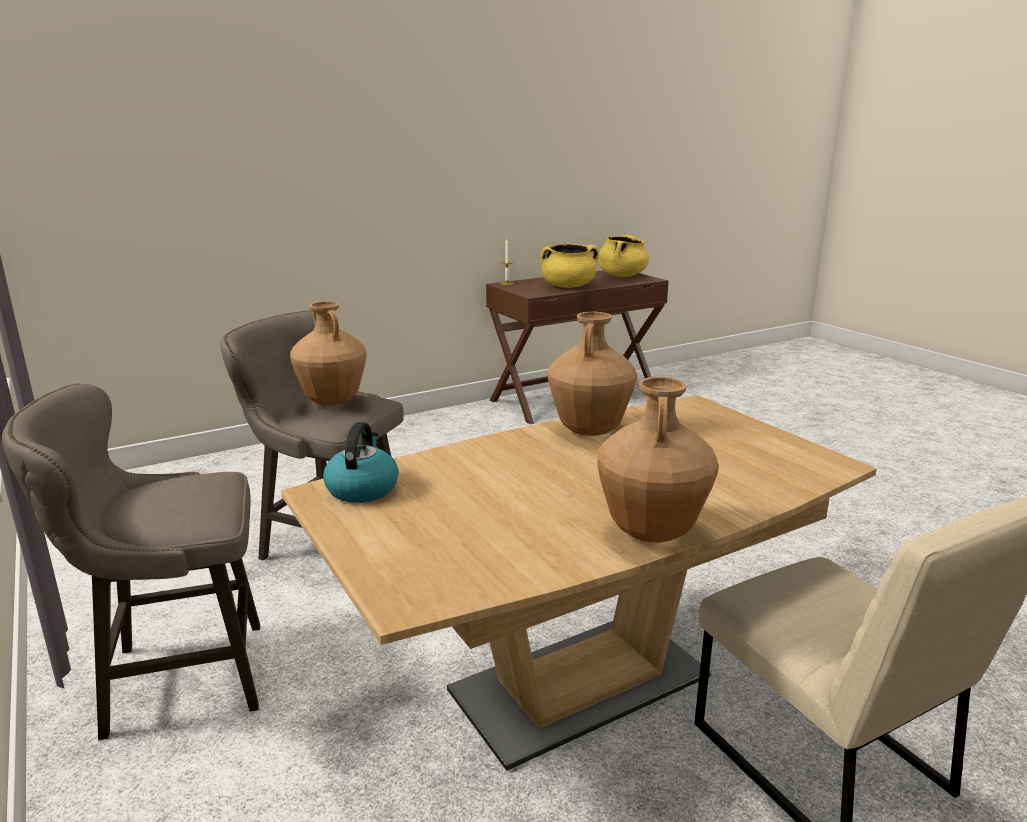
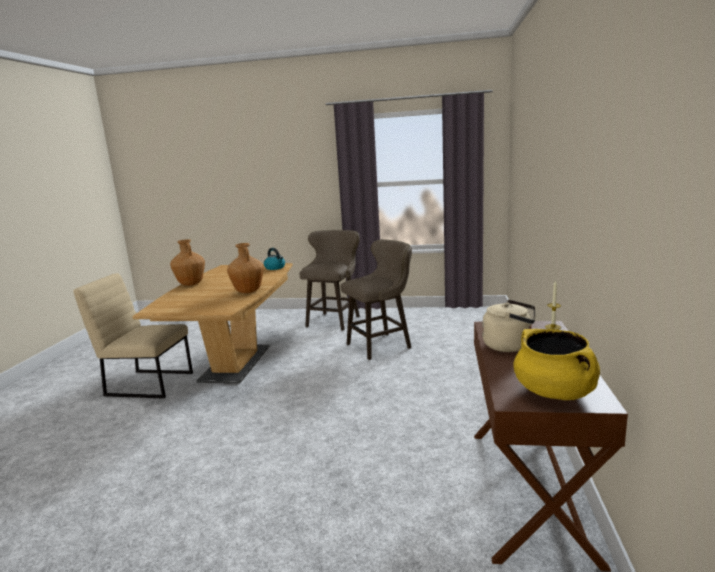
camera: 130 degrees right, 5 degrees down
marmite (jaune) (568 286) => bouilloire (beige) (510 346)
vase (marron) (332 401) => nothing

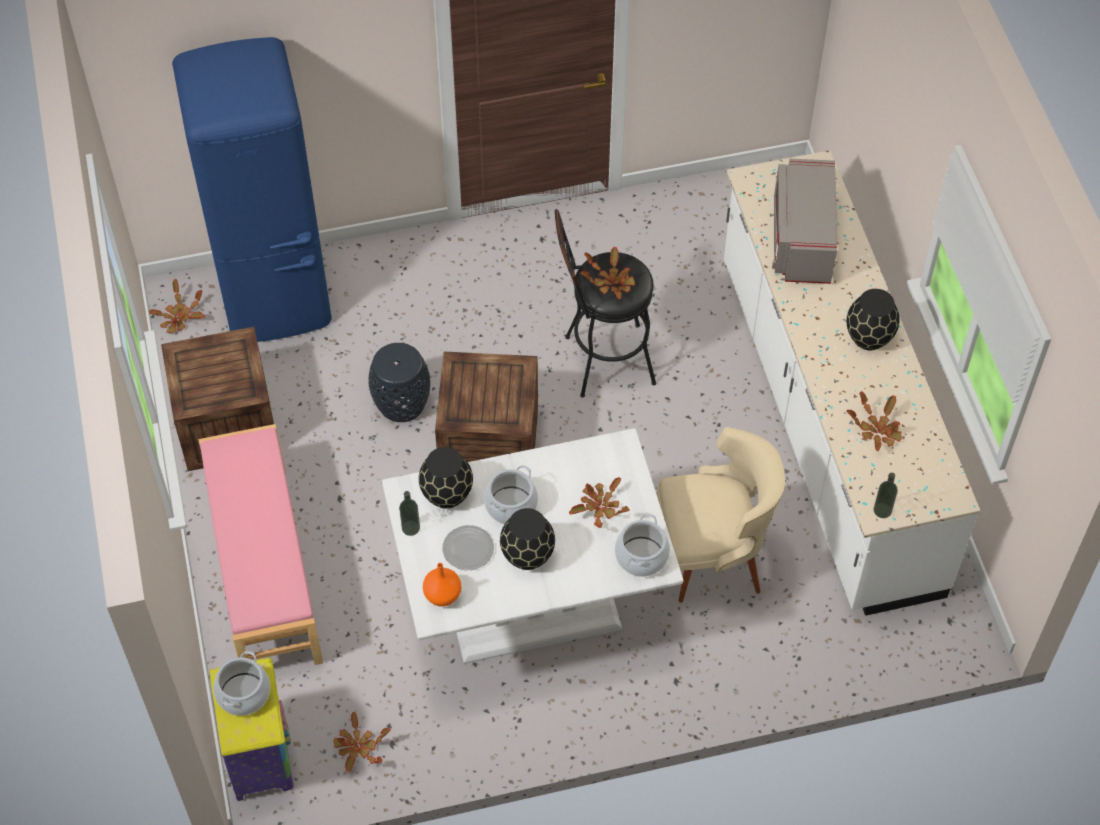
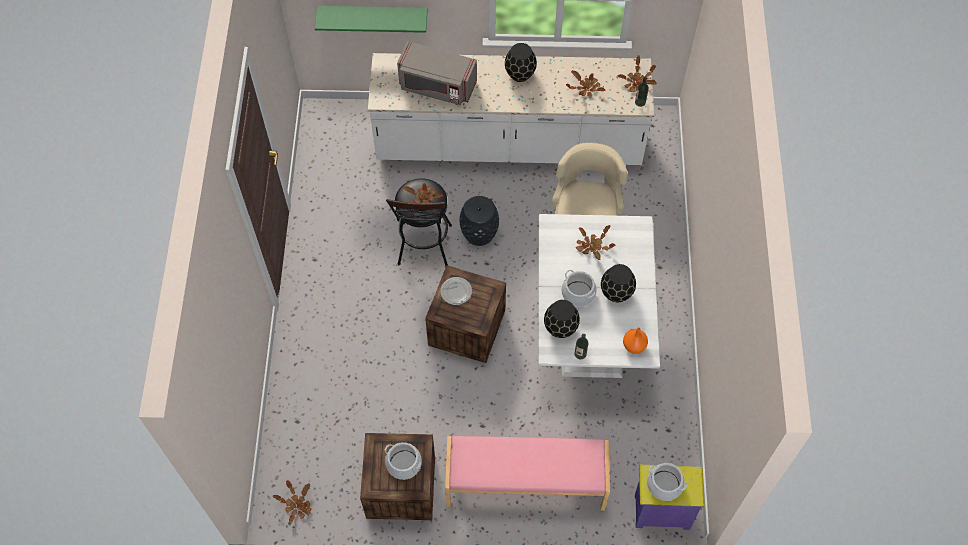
camera: 75 degrees left, 5 degrees up
nothing => étagère (vert) (373 16)
marmite (642 556) => marmite (404 464), move
assiette (468 549) => assiette (456 292), move
tabouret (noir) (401 403) => tabouret (noir) (479 233), move
plante en pot (358 747) => plante en pot (636 82), move
réfrigérateur (bleu) (277 300) => nothing

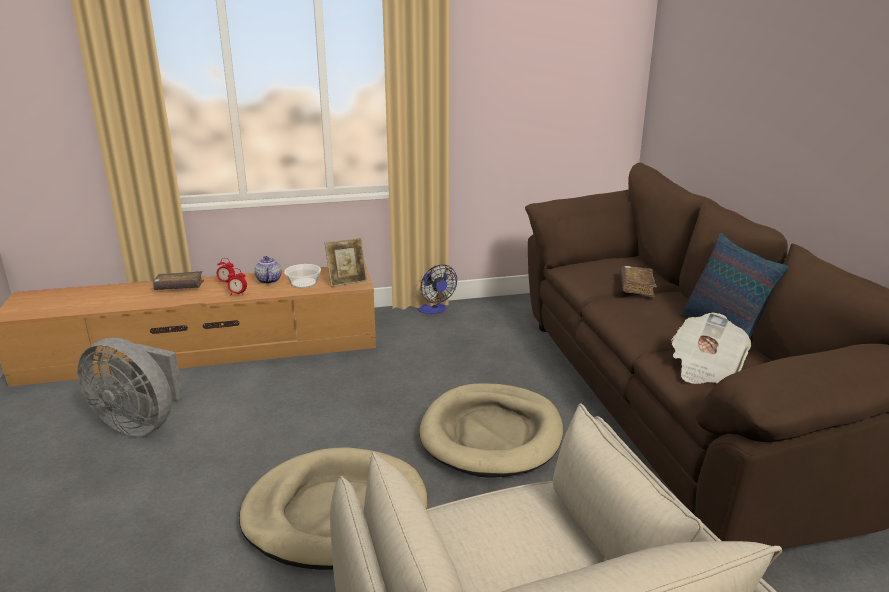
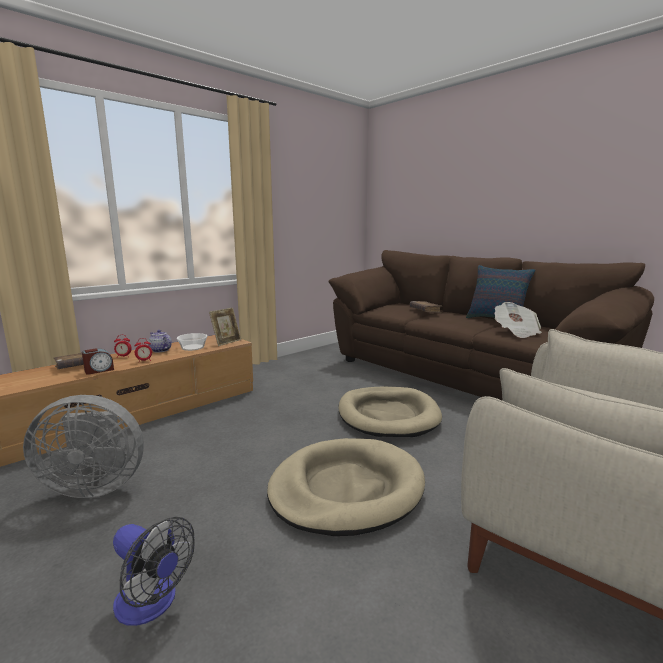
camera: 30 degrees left, 10 degrees down
nothing => réveil (99 370)
ventilateur (434 310) => ventilateur (152 604), move

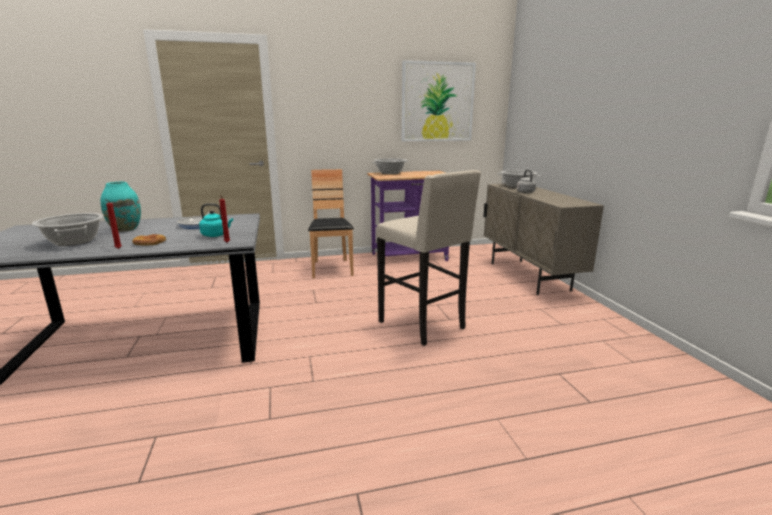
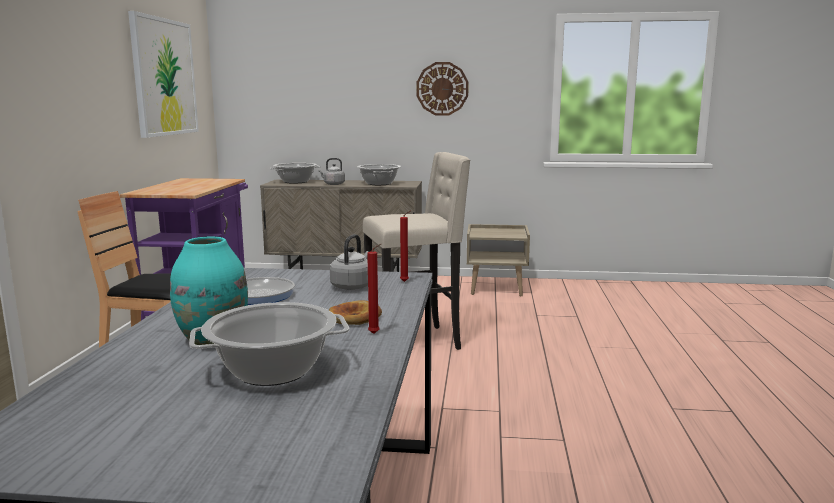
camera: 70 degrees left, 5 degrees down
bouilloire (turquoise) (216 235) => bouilloire (gris) (353 286)
marmite (390 173) => marmite (379 183), move
nothing => horloge murale (442 89)
nothing => table de chevet (beige) (497 289)

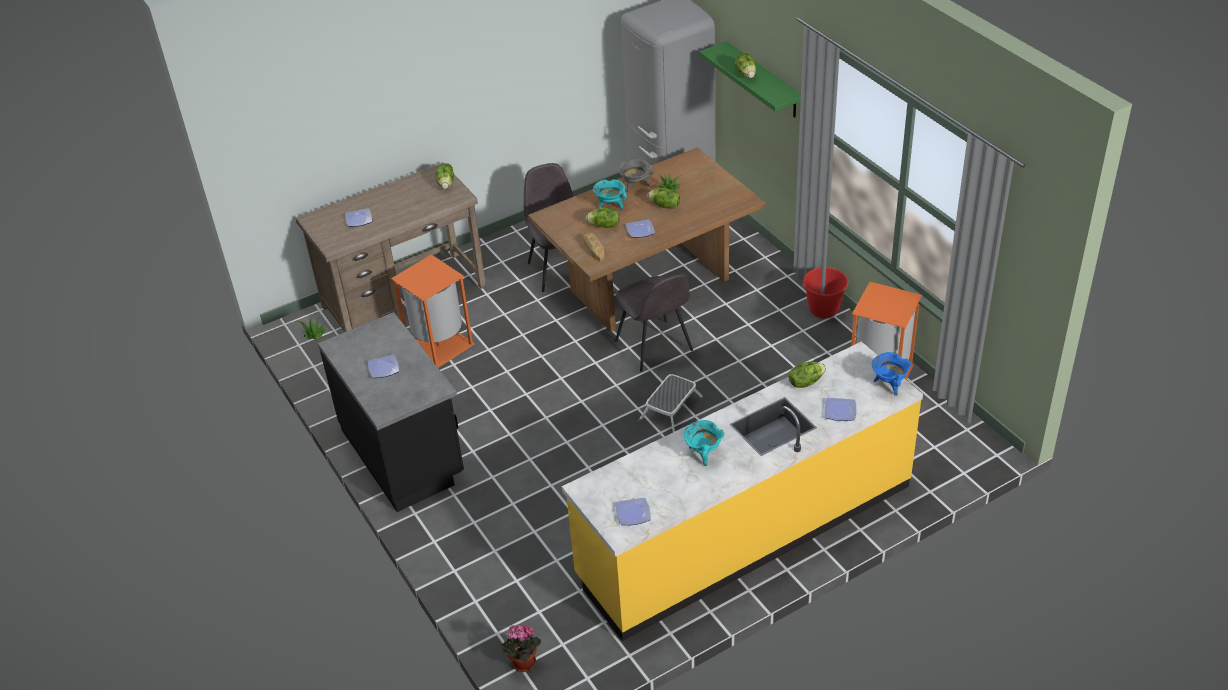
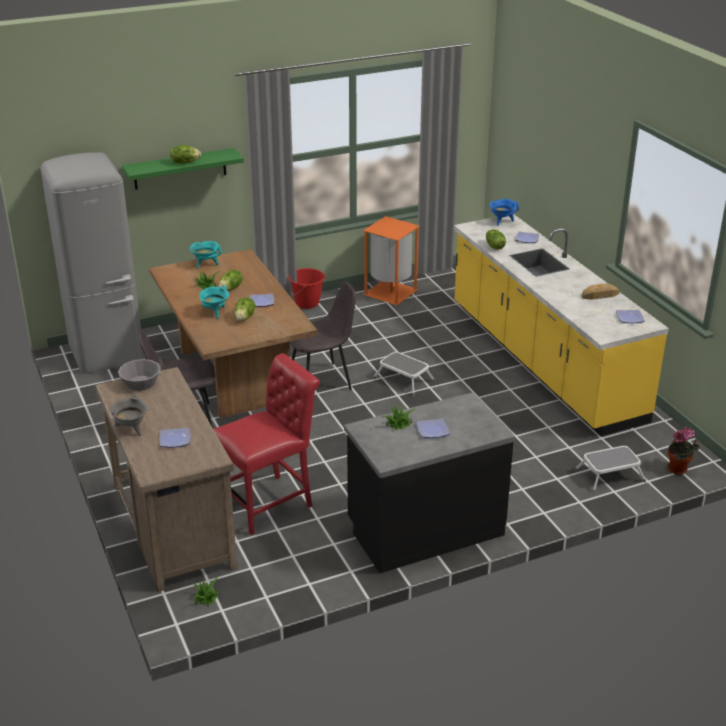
camera: 85 degrees left, 10 degrees down
marmite (gris) (635 185) => marmite (gris) (131 429), move
laitue (446 183) => bol (gris) (140 383)
marmite (turquoise) (703 453) => marmite (turquoise) (206 264), move
poubelle (orange) (439 346) => chaise (rouge) (270 502)
nothing => plante en pot (398 423)
nothing => escabeau (gris) (609 475)
pain (594 249) => pain (600 295), move

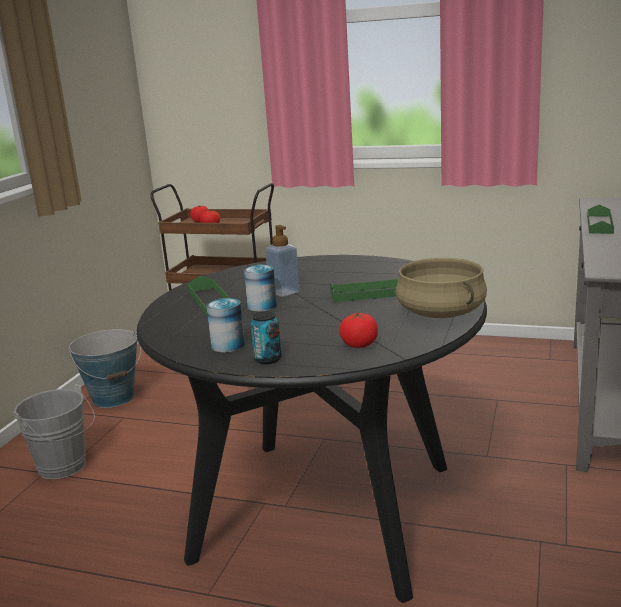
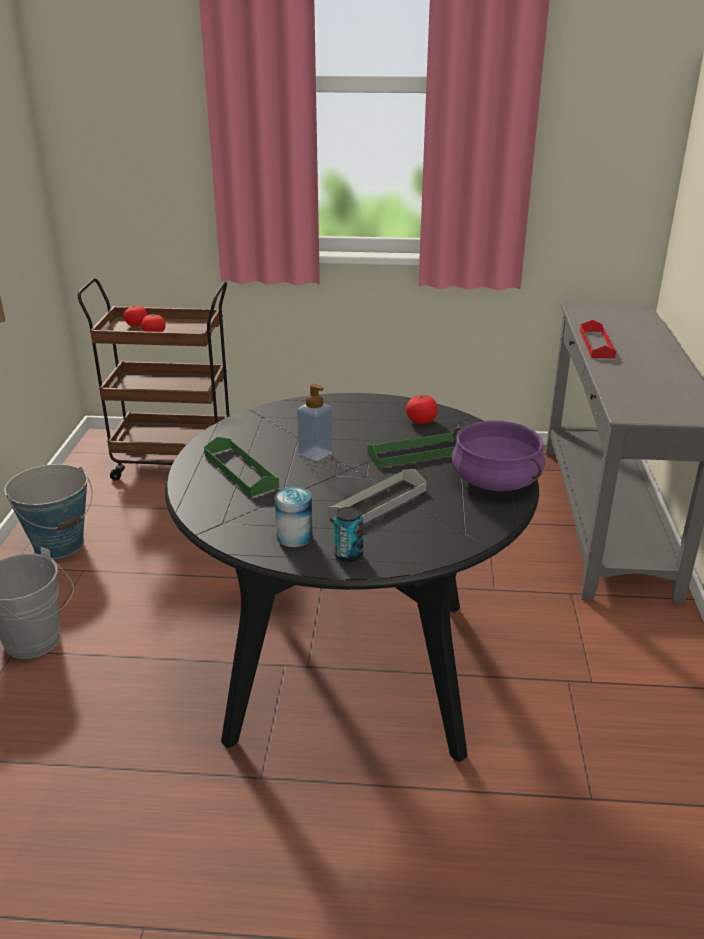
camera: 15 degrees left, 10 degrees up
nothing => plateau (gris) (378 503)
tomate (359 344) => tomate (421 420), move
marmite (beige) (440 313) => marmite (violet) (495 481)
plateau (vert) (599 224) => plateau (rouge) (596 344)
boîte métallique (262 306) => nothing

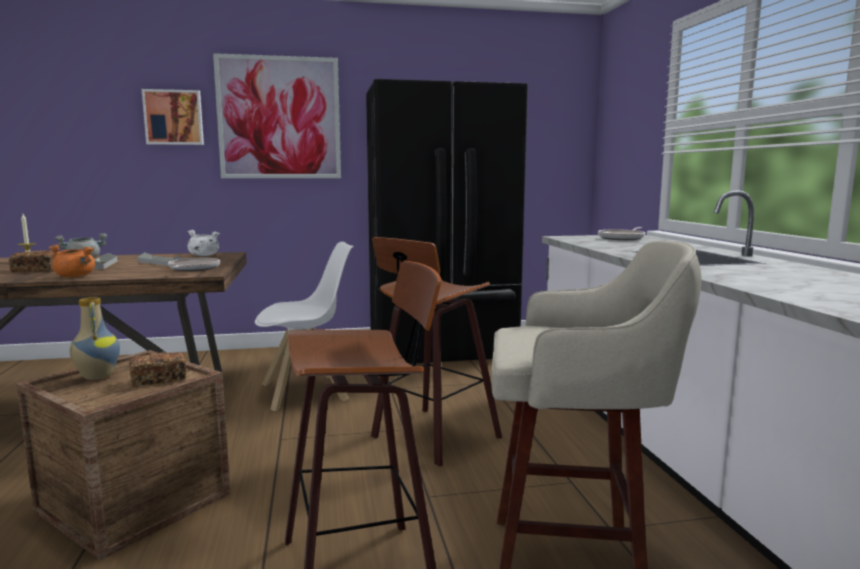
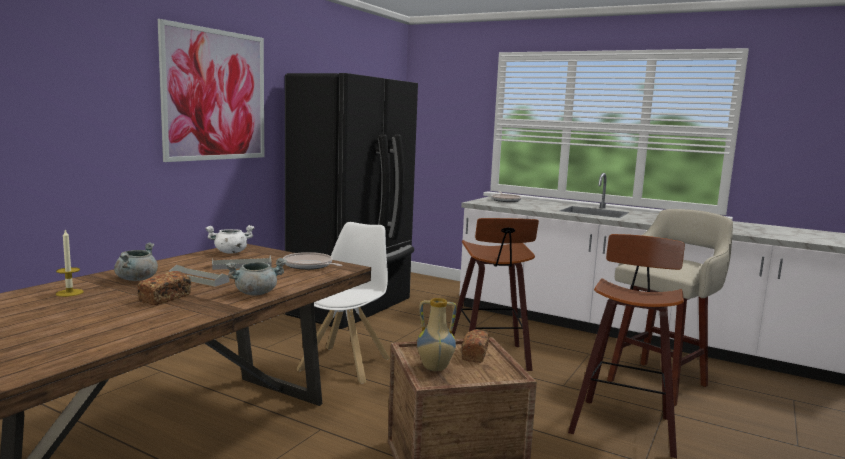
camera: 50 degrees left, 0 degrees up
marmite (orange) (75 276) => marmite (gris) (256 293)
tableau (174 117) => nothing

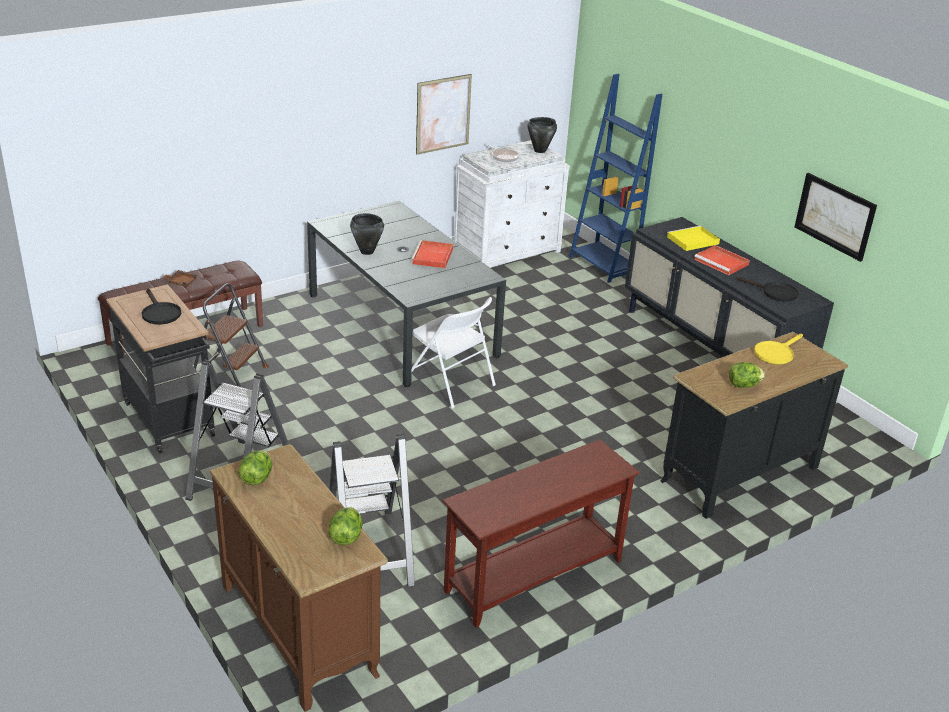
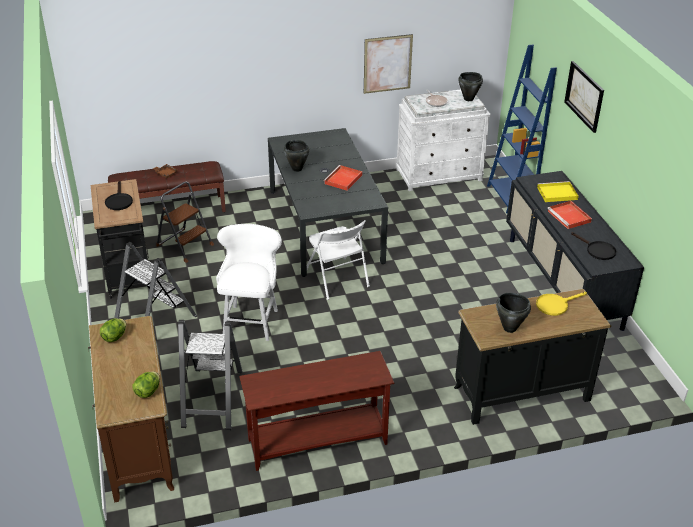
camera: 20 degrees right, 5 degrees up
nothing => tabouret (blanc) (251 321)
laitue (743 385) => marmite (noir) (509 328)
tableau (835 216) => tableau (584 96), move

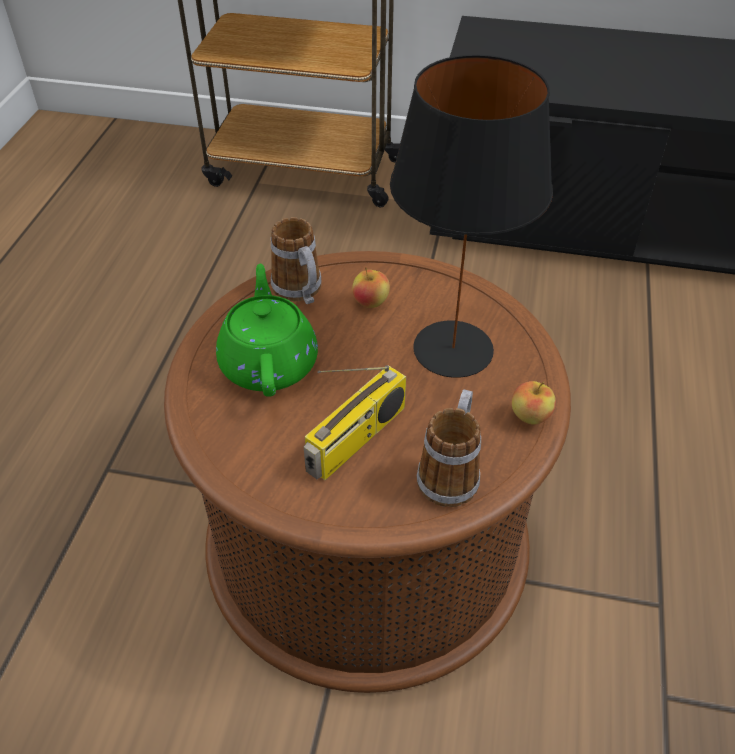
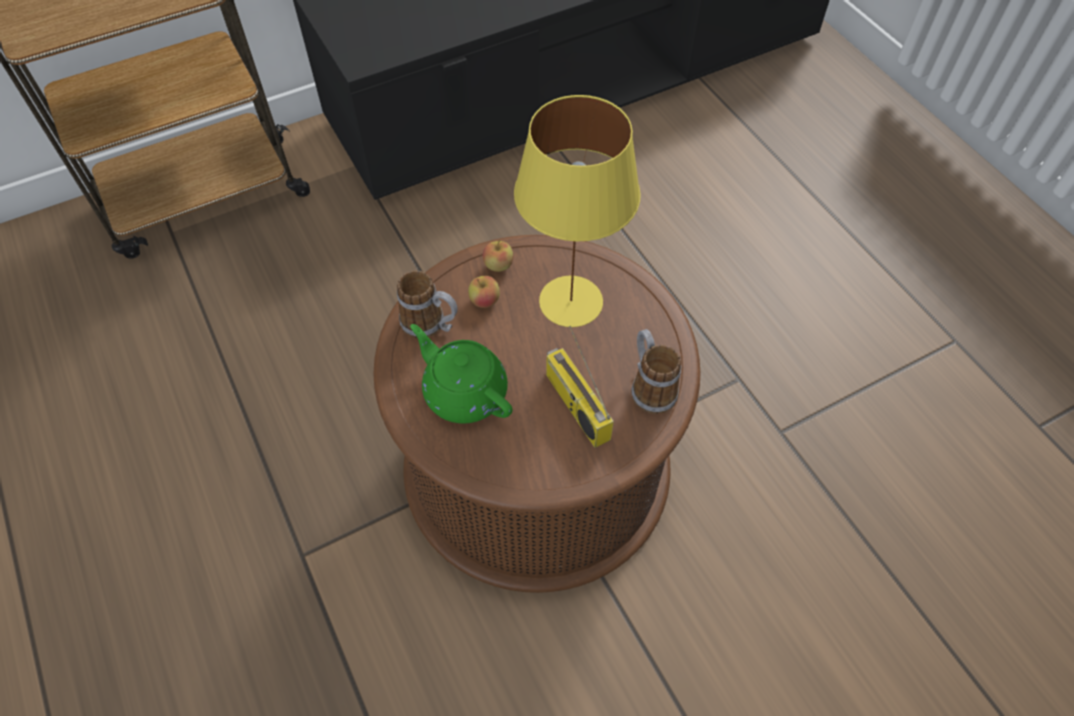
camera: 40 degrees left, 10 degrees up
pomme (530 416) => pomme (498 265), move
lampe de table (noir) (453 348) => lampe de table (jaune) (570 300)
radio (356 440) => radio (575 405), 150 degrees clockwise

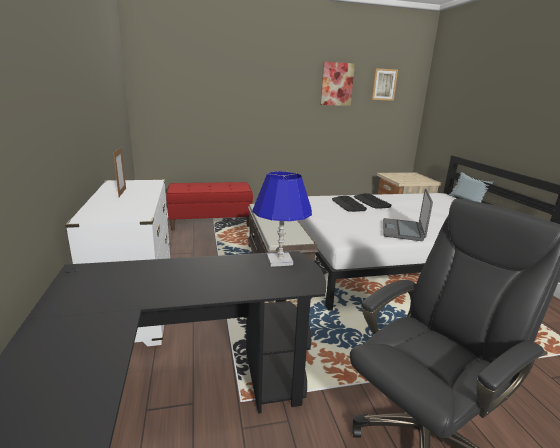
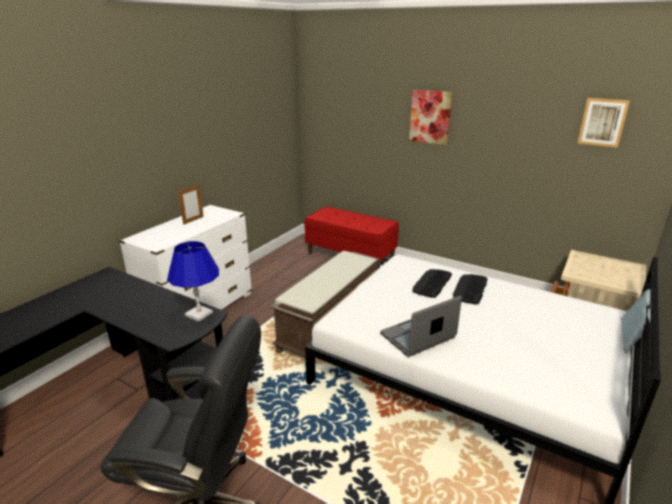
camera: 45 degrees right, 5 degrees up
tableau (337 84) => tableau (430 117), move

